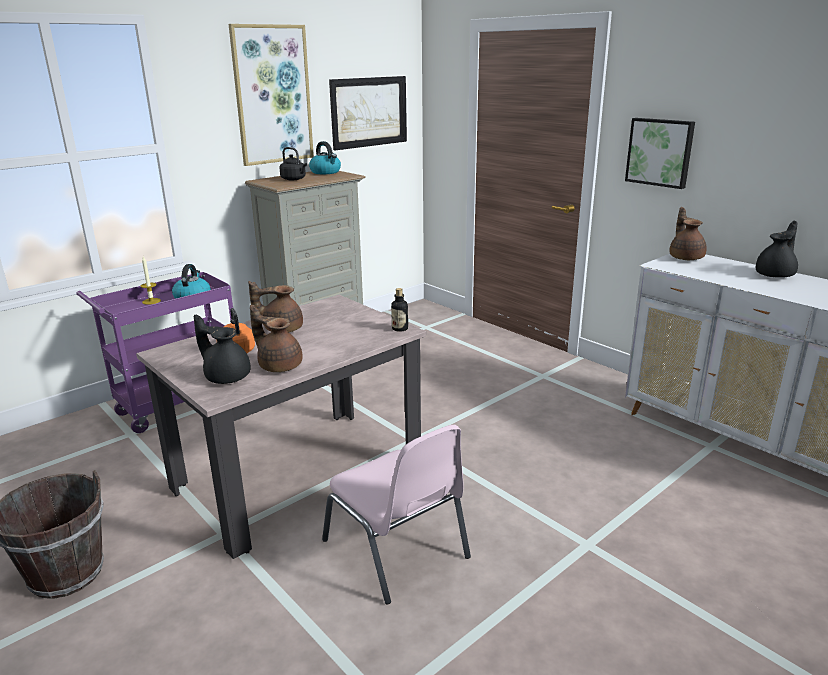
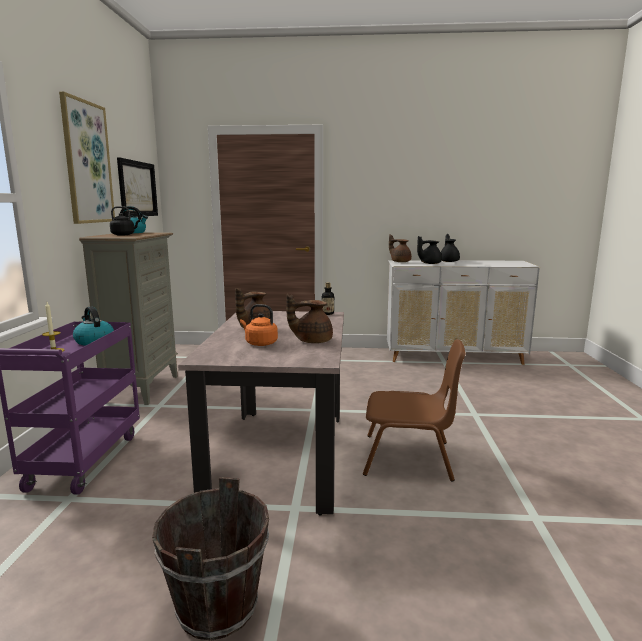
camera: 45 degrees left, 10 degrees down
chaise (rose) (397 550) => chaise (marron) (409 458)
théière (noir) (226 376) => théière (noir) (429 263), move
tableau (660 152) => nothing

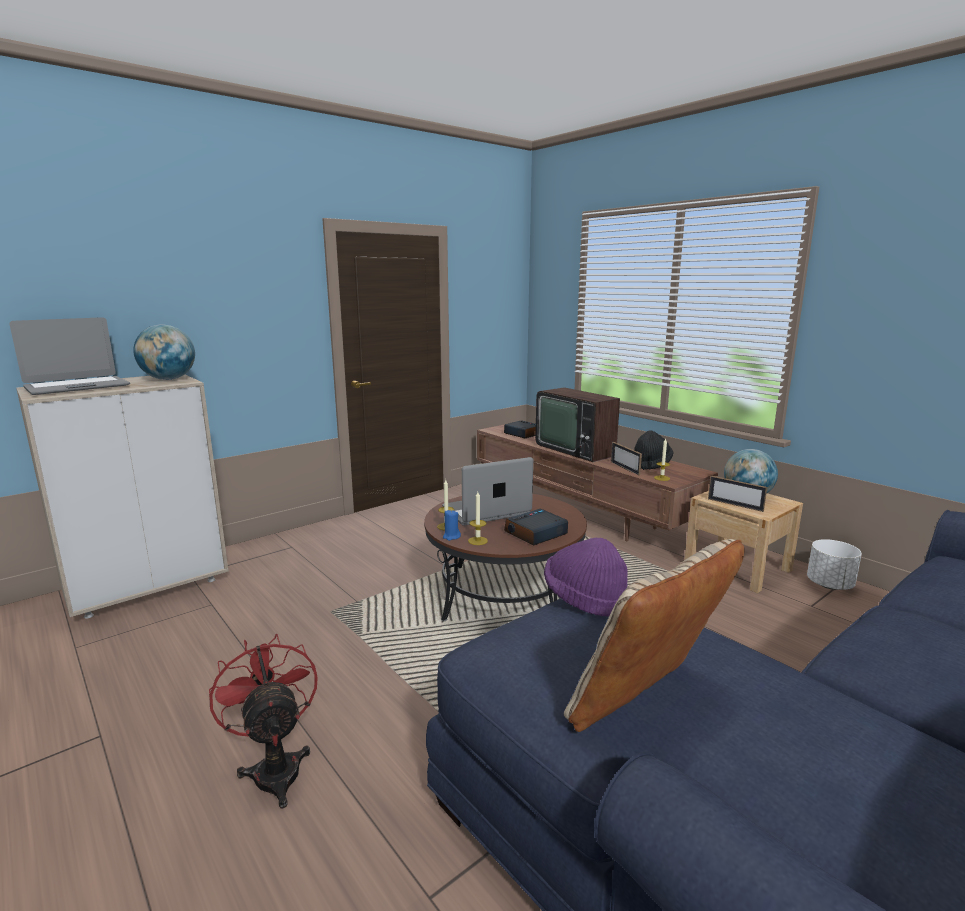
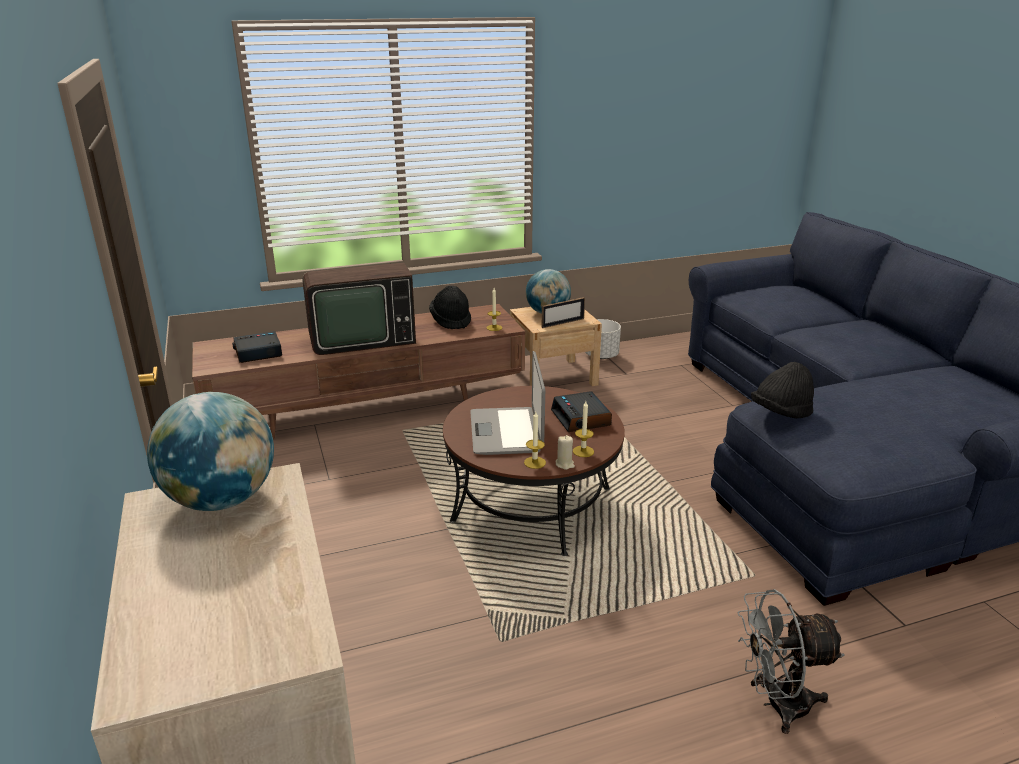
camera: 70 degrees left, 10 degrees up
bougie (bleu) (451 537) => bougie (beige) (565 464)
ventilateur (rouge) (275 767) => ventilateur (gris) (776 704)
chapeau (violet) (584 598) => chapeau (noir) (780 413)
ordinateur portable (77 387) => nothing
coussin (beige) (648 705) => nothing
cadre photo (624 468) => nothing

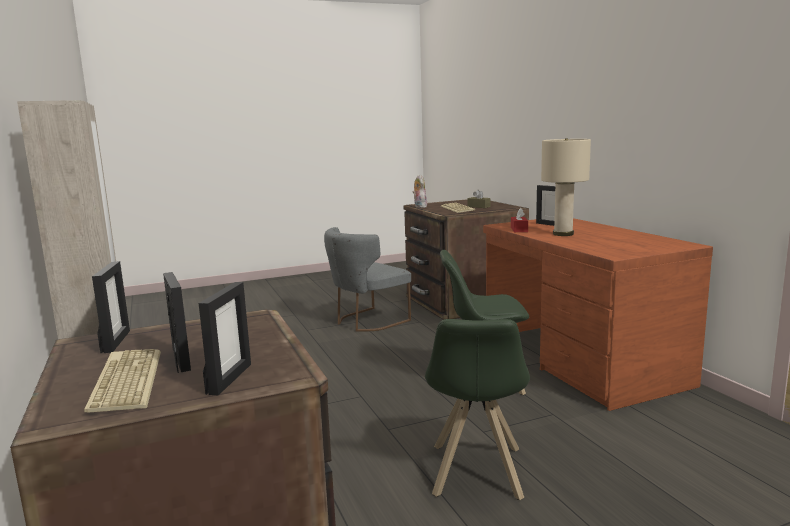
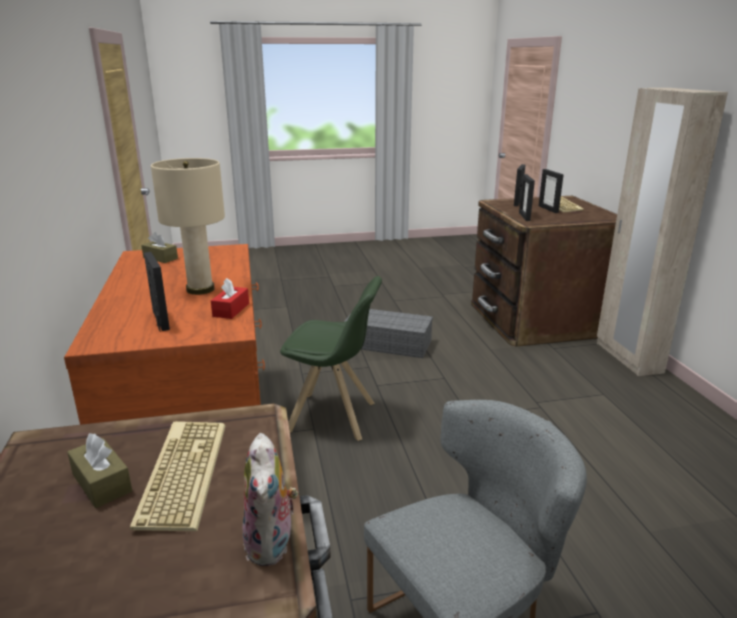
camera: 170 degrees left, 10 degrees up
nothing => boîte à mouchoirs (marron) (160 258)
chaise (vert) (476 471) => boîte de rangement (gris) (389 343)
cadre photo (116 341) => cadre photo (525 216), move

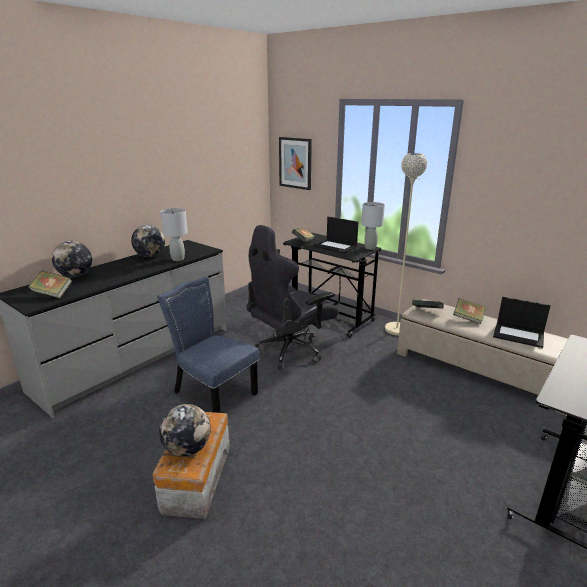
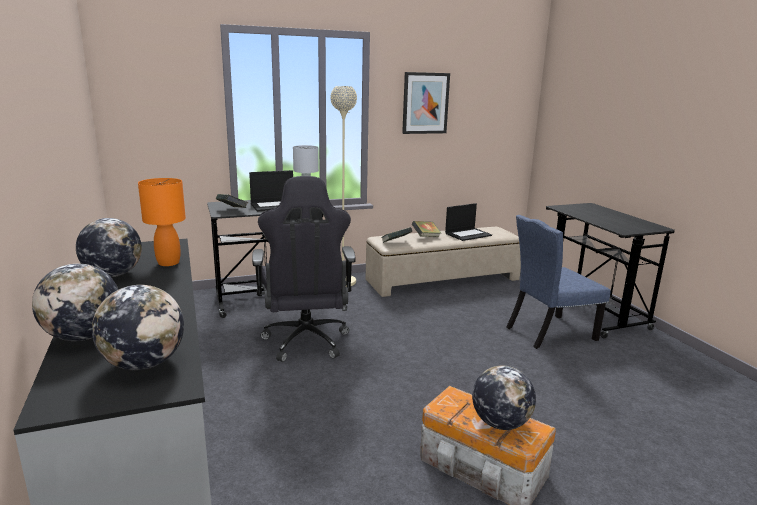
camera: 60 degrees left, 5 degrees down
livre (52 294) => globe (144 364)
lampe de table (gris) (178 259) => lampe de table (orange) (169 263)
tableau (295 163) => tableau (425 103), move
chaise (bleu) (215 395) => chaise (bleu) (551 332), move

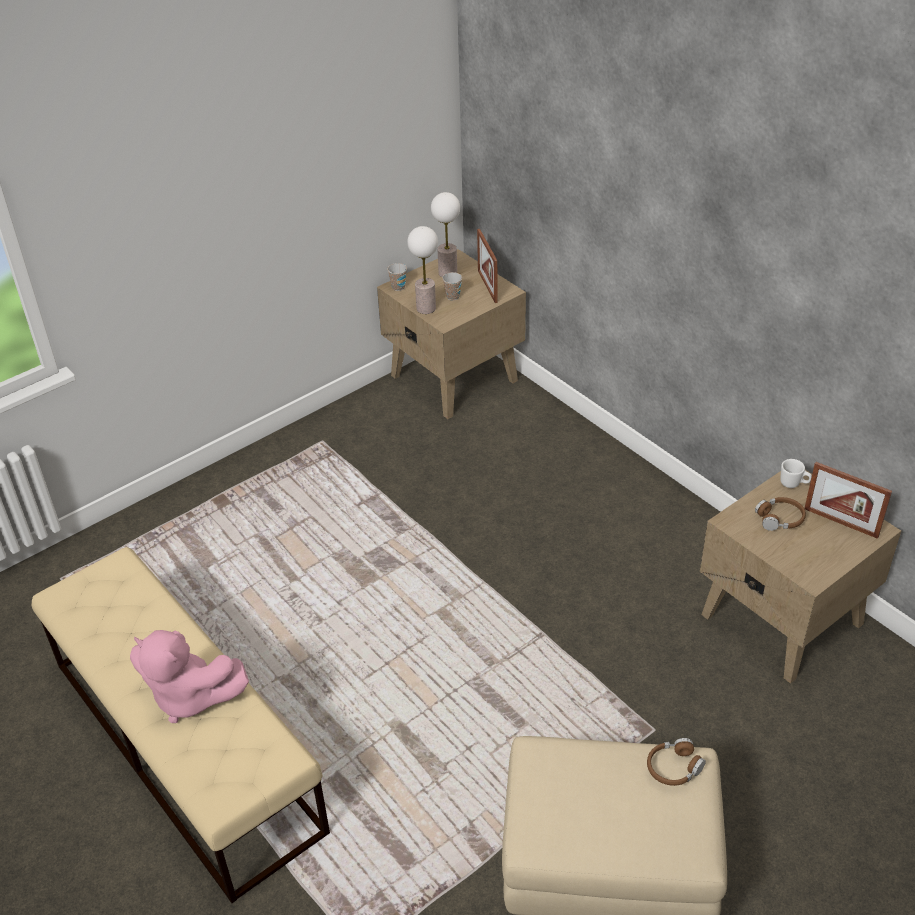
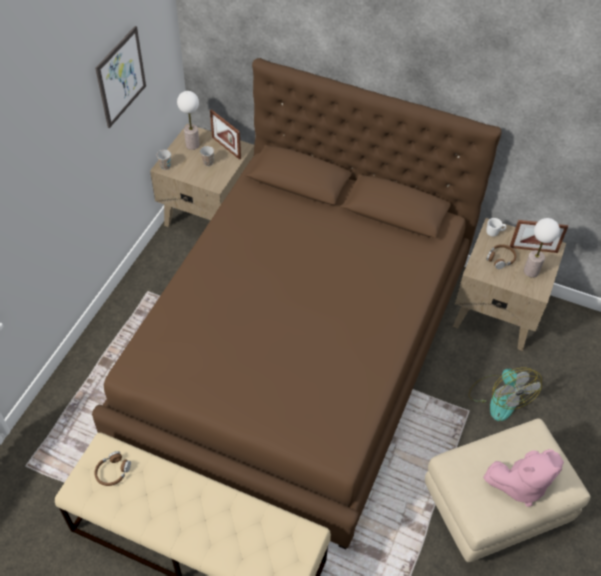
camera: 30 degrees left, 10 degrees up
nothing => lit (marron) (299 352)
nothing => tableau (121 77)
casque audio (marron) (673 768) => casque audio (marron) (113 472), move
nothing => ventilateur (499 397)
peluche (rose) (189 696) => peluche (rose) (520 484), move
lampe de table (425 308) => lampe de table (531 271), move

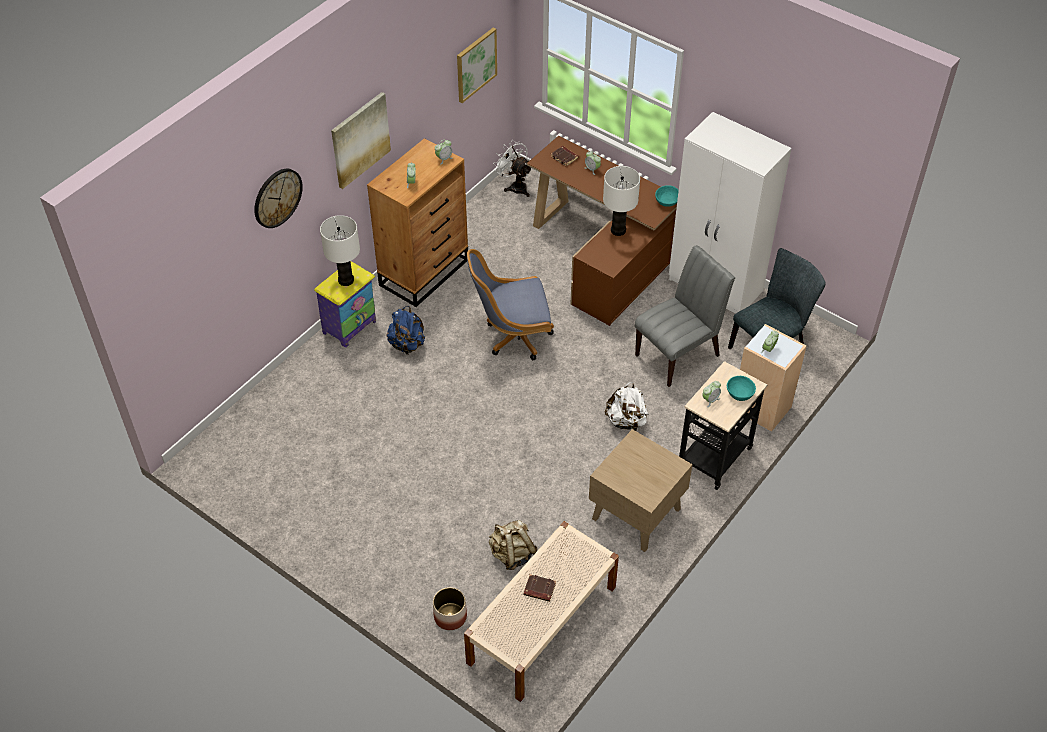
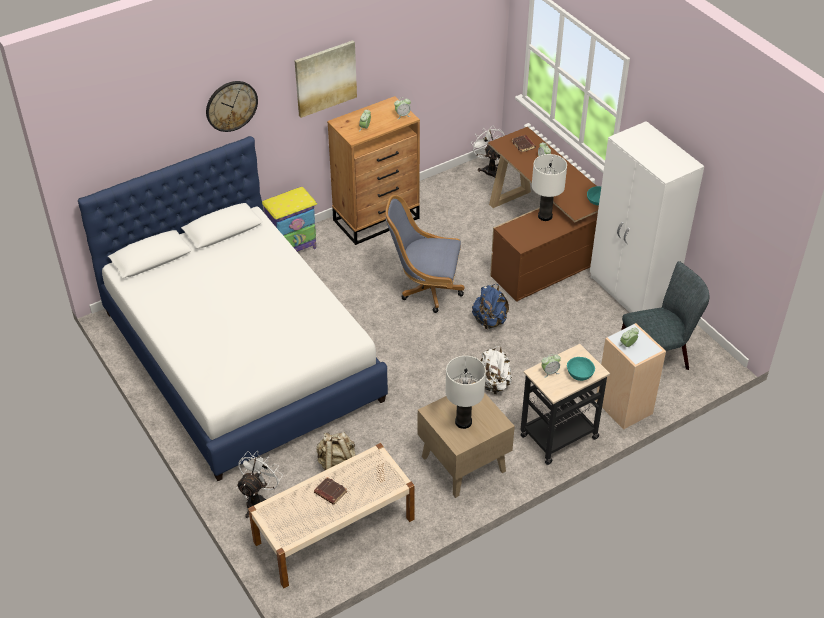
camera: 20 degrees right, 5 degrees down
nothing => lit (blanc) (241 355)
cache-pot (450 616) => ventilateur (blanc) (259 500)
lampe de table (blanc) (346 280) => lampe de table (blanc) (463 422), move
sac à dos (bleu) (407 344) => sac à dos (bleu) (489 321), move
tableau (476 64) => nothing
chaise (gris) (677 356) => nothing

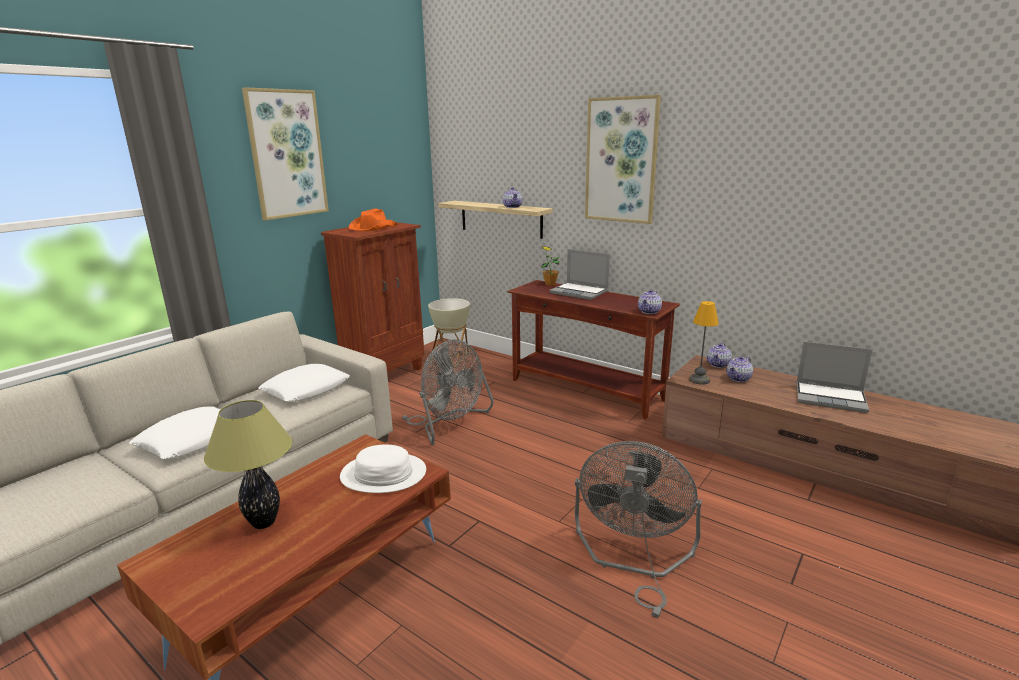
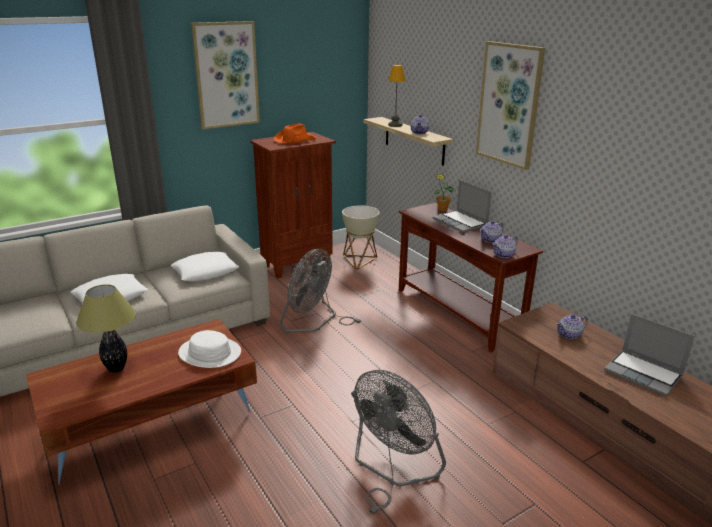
camera: 20 degrees right, 5 degrees up
ventilateur (gris) (447 424) => ventilateur (gris) (319 319), 150 degrees clockwise
lampe de table (700 380) => lampe de table (395 125), move
théière (718 364) => théière (490 240), move

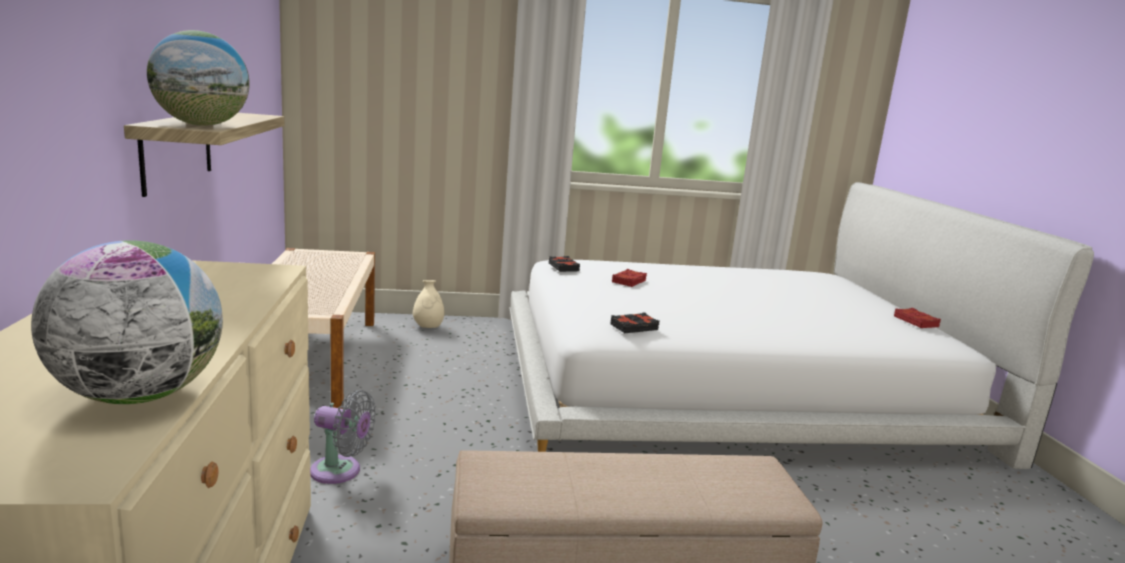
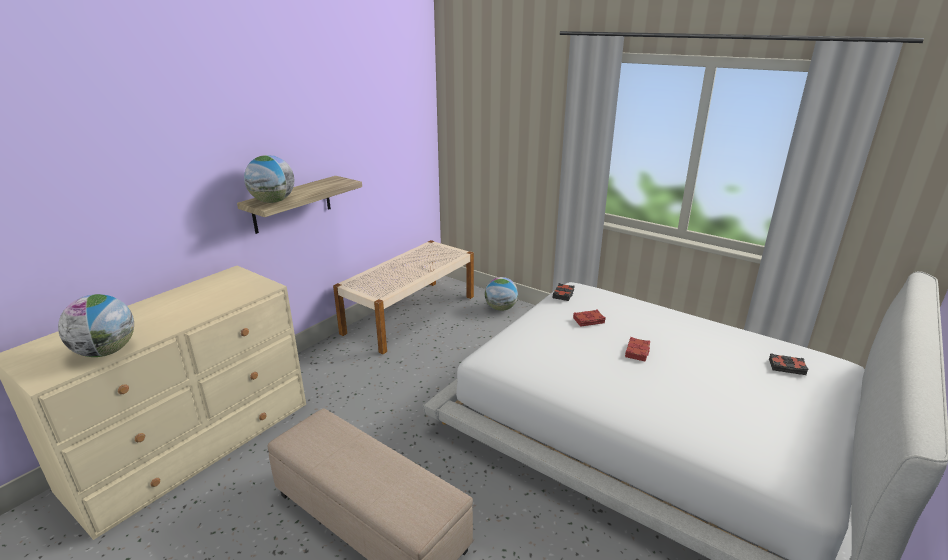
camera: 45 degrees right, 10 degrees up
vase (beige) (428 327) => globe (501 308)
livre (rouge) (916 321) => livre (rouge) (637 352), move
livre (noir) (634 327) => livre (noir) (787 367), move
ventilateur (gris) (340 471) => nothing

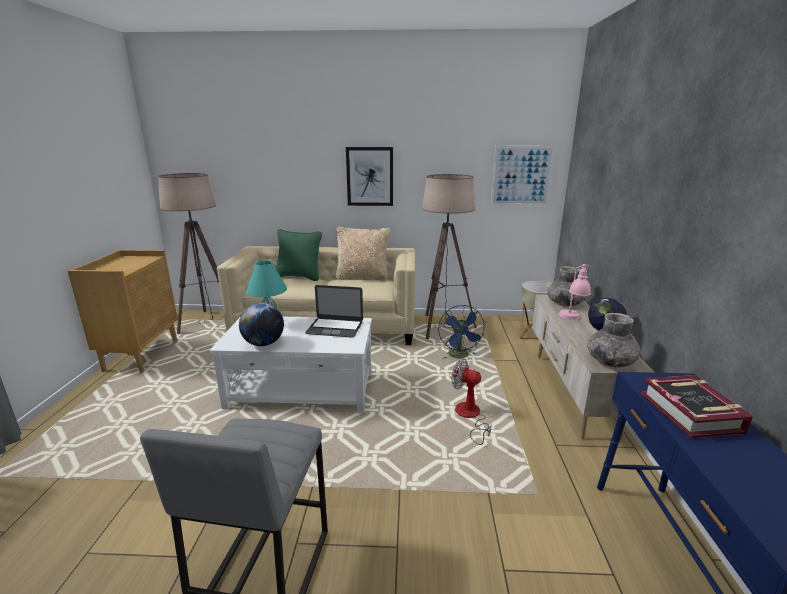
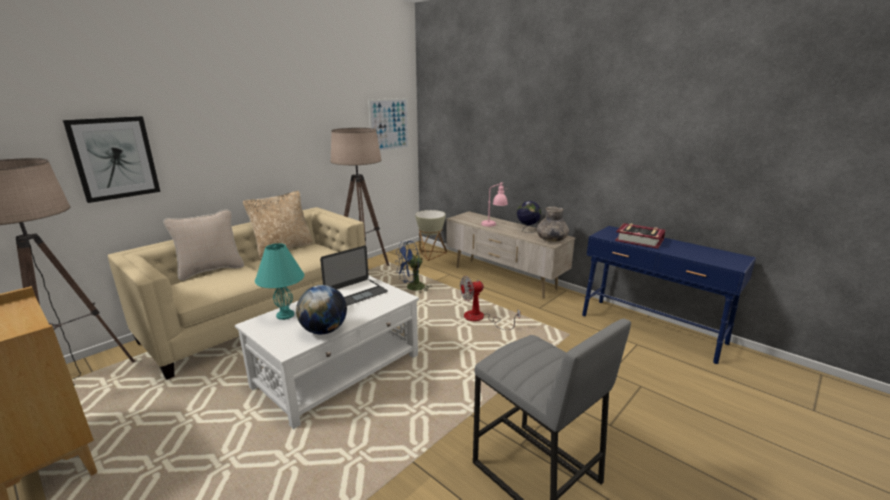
camera: 50 degrees left, 0 degrees up
tableau (370 176) => tableau (114 158), move
coussin (vert) (299 276) => coussin (beige) (210 270)
ventilateur (bleu) (460 356) => ventilateur (bleu) (412 288), 120 degrees clockwise
vase (gris) (564 303) => nothing

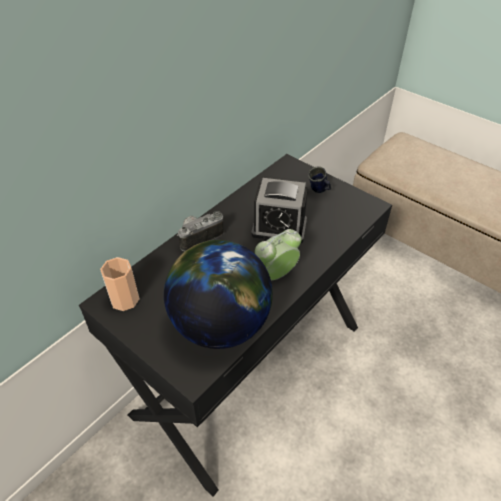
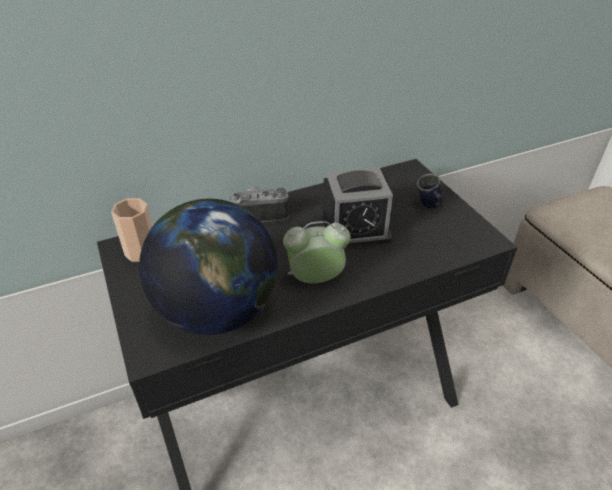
camera: 25 degrees right, 5 degrees down
réveil (279 227) => réveil (355 231), 45 degrees counterclockwise

